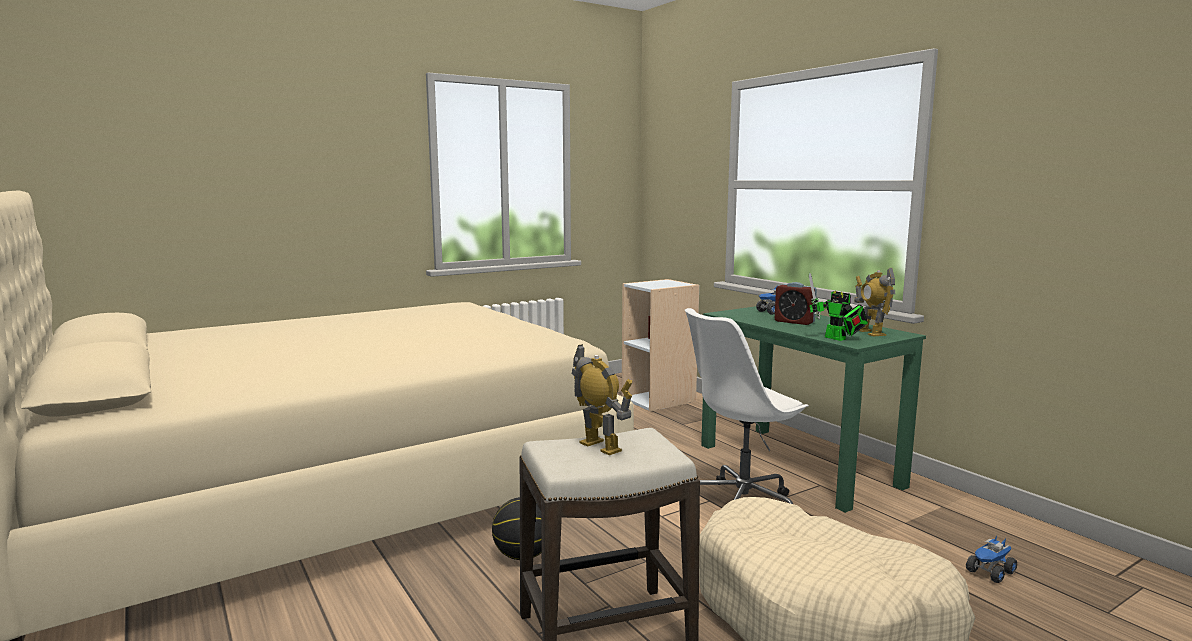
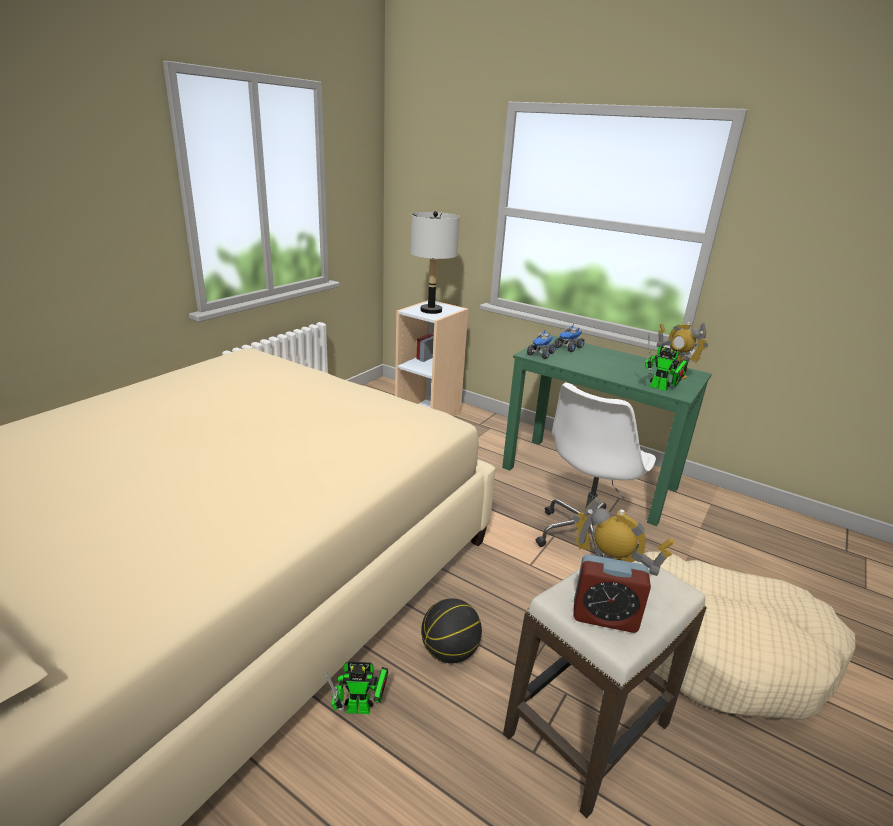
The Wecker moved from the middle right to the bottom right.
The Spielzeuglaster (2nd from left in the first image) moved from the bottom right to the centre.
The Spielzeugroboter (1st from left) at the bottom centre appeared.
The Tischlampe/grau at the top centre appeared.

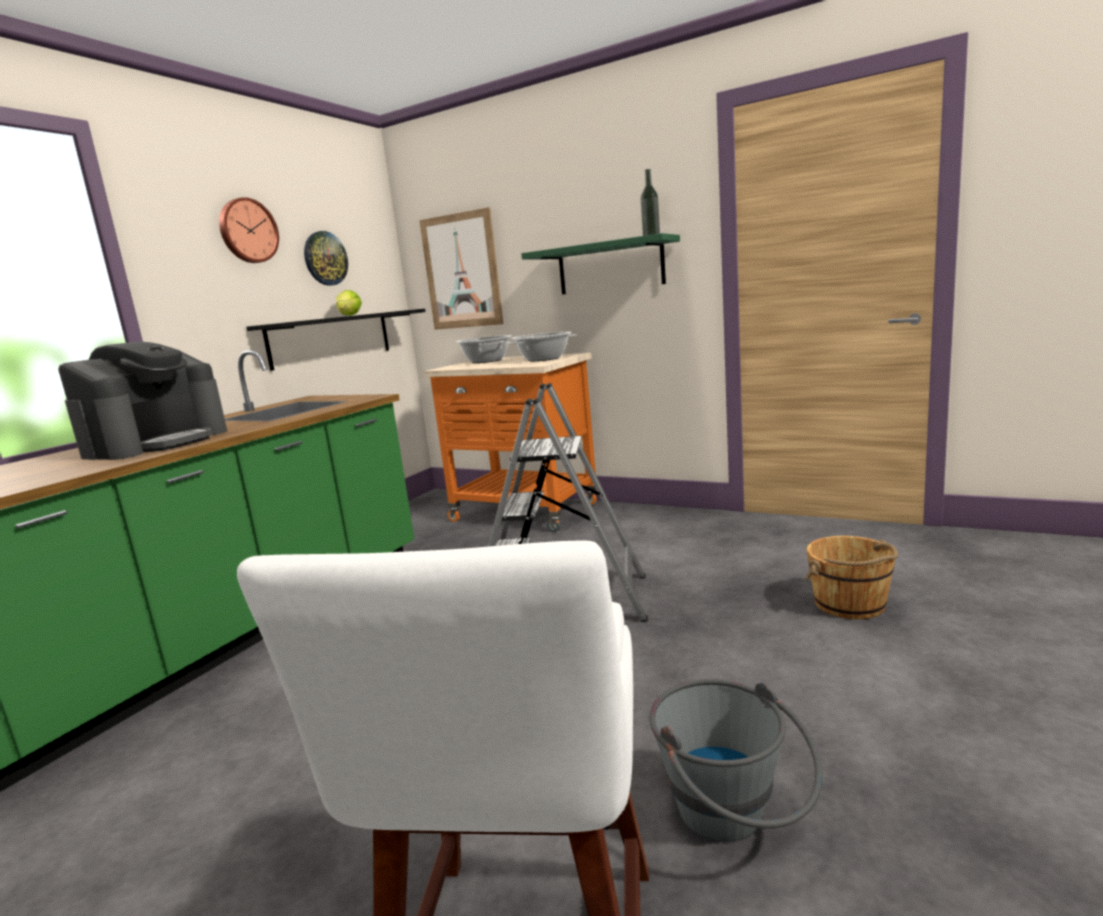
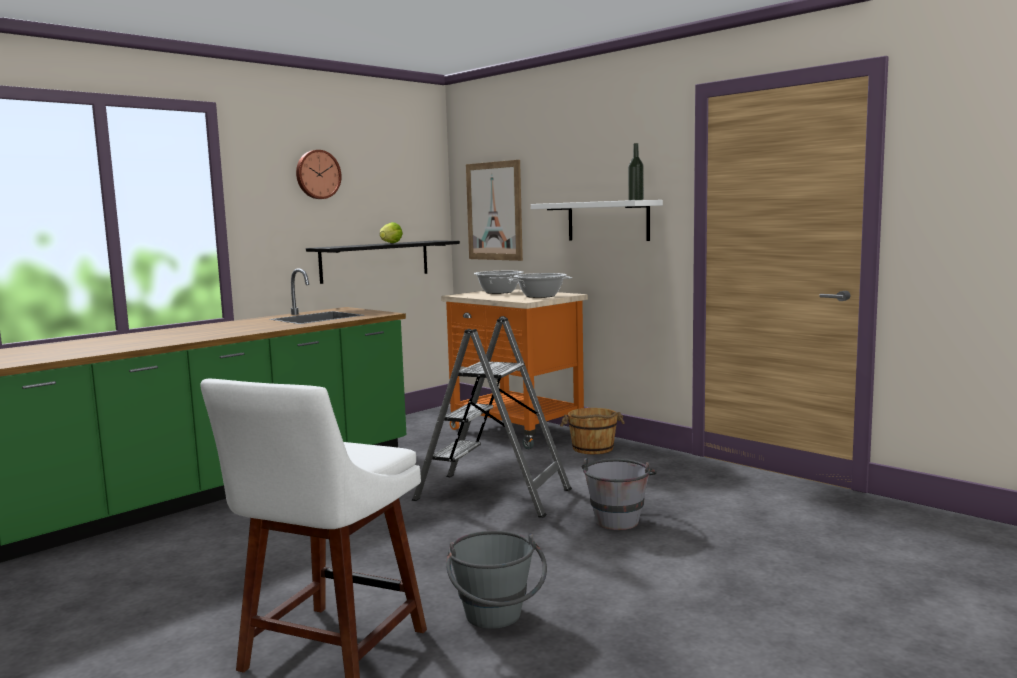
The Kaffeemaschine at the middle left disappeared.
The Wanduhr (2nd from left) at the top left disappeared.
The Wandregal/grün at the top centre became the Wandregal/weiß at the top centre.
The Eimer/braun moved from the middle right to the centre.
The Eimer/grau (2nd from left) at the bottom centre appeared.

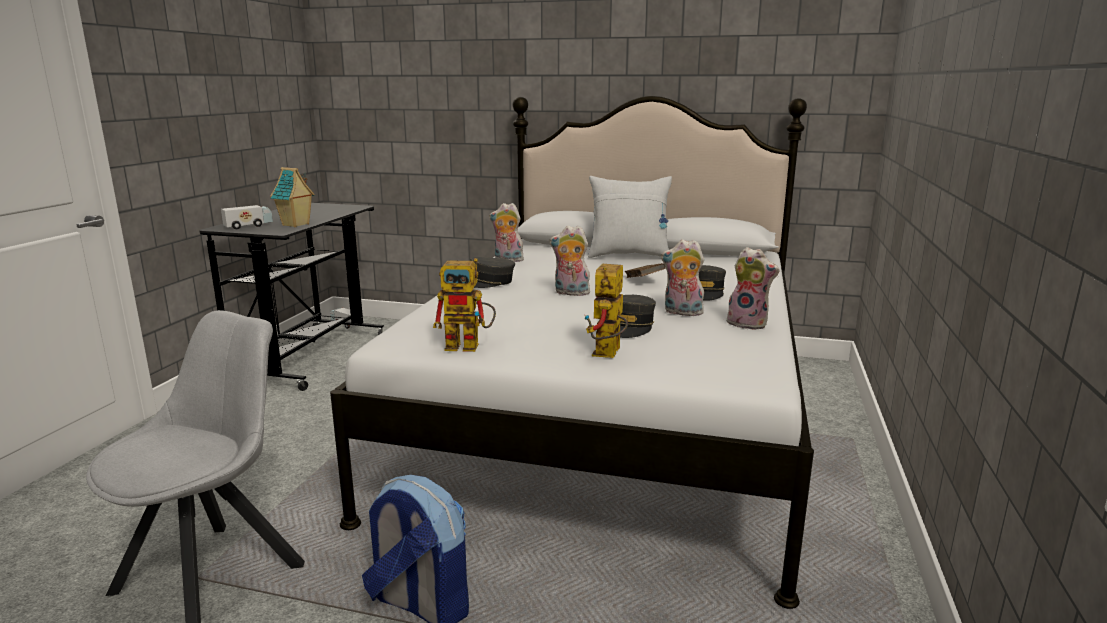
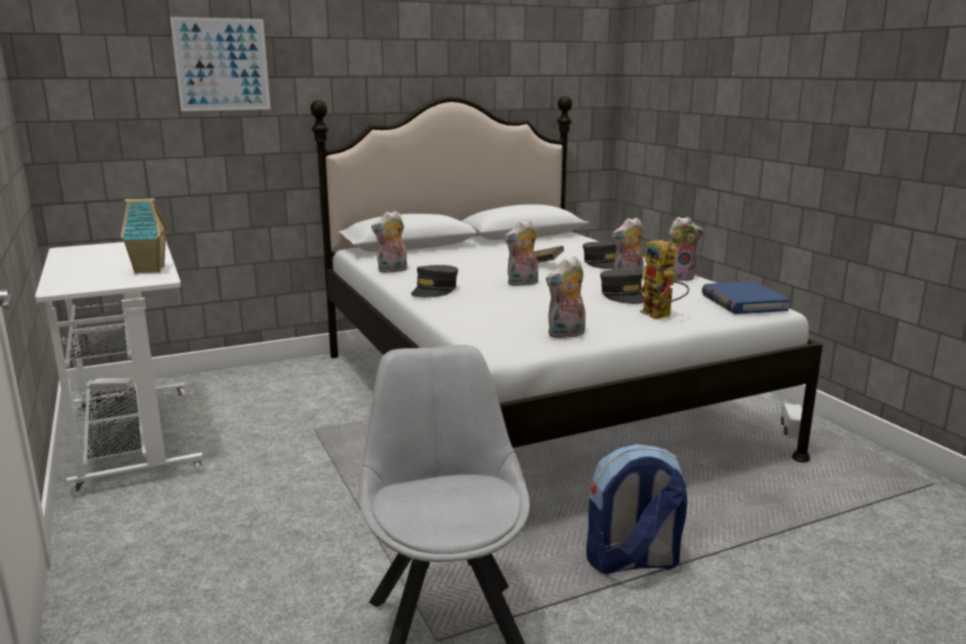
The Schreibtisch/schwarz at the middle left became the Schreibtisch/weiß at the middle left.
The Spielzeuglaster (1st from left in the first image) moved from the middle left to the middle right.
The Spielzeugroboter (1st from left) at the centre was replaced by the Plüschtier (3rd from left) at the centre.
The Kissen/grau at the centre disappeared.
The Bild at the top left appeared.
The Buch/blau at the middle right appeared.

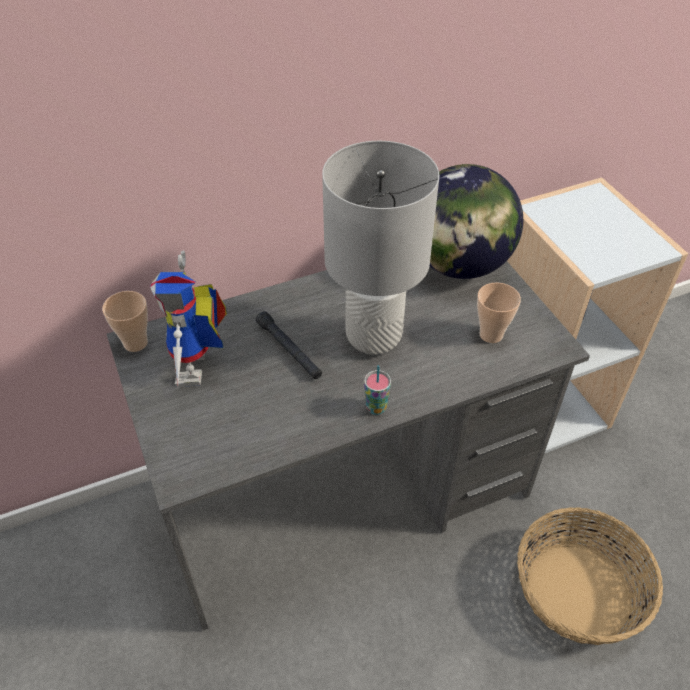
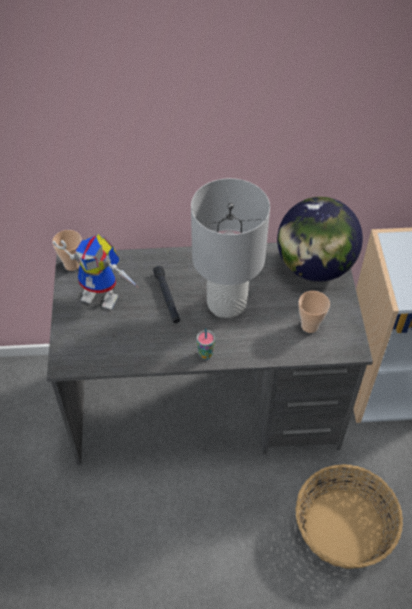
The Spielzeugroboter at the middle left turned 90 degrees counterclockwise.

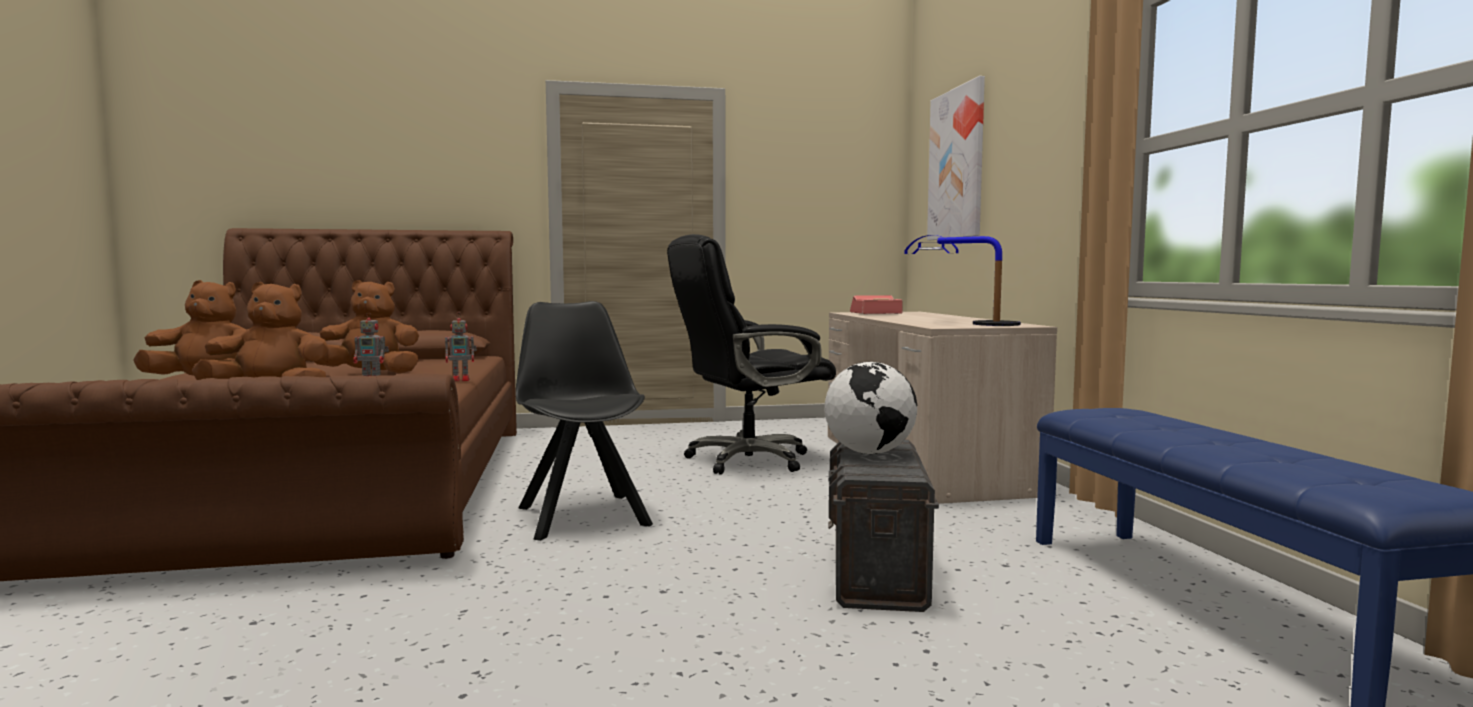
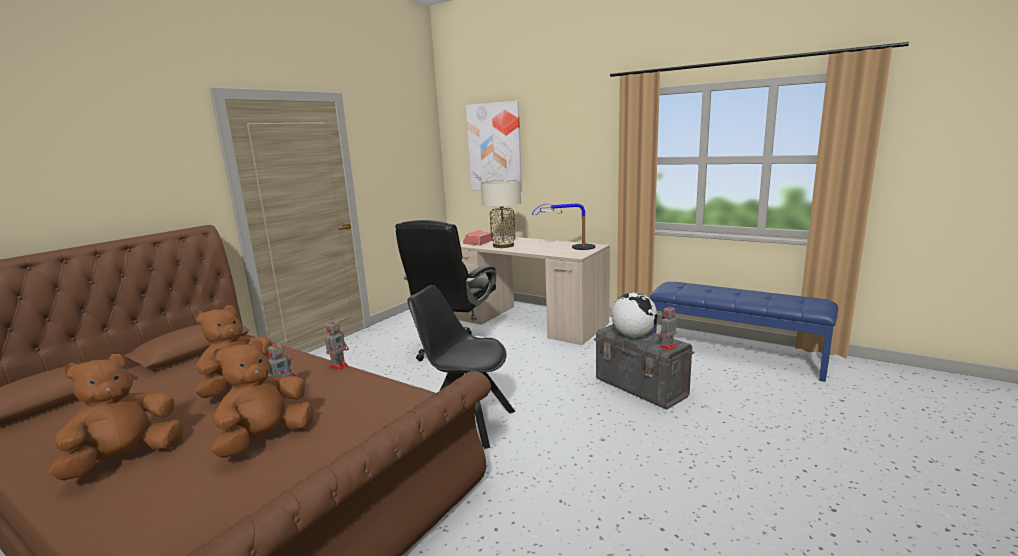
The Tischlampe (1st from left) at the centre appeared.
The Spielzeugroboter (3rd from left) at the centre appeared.

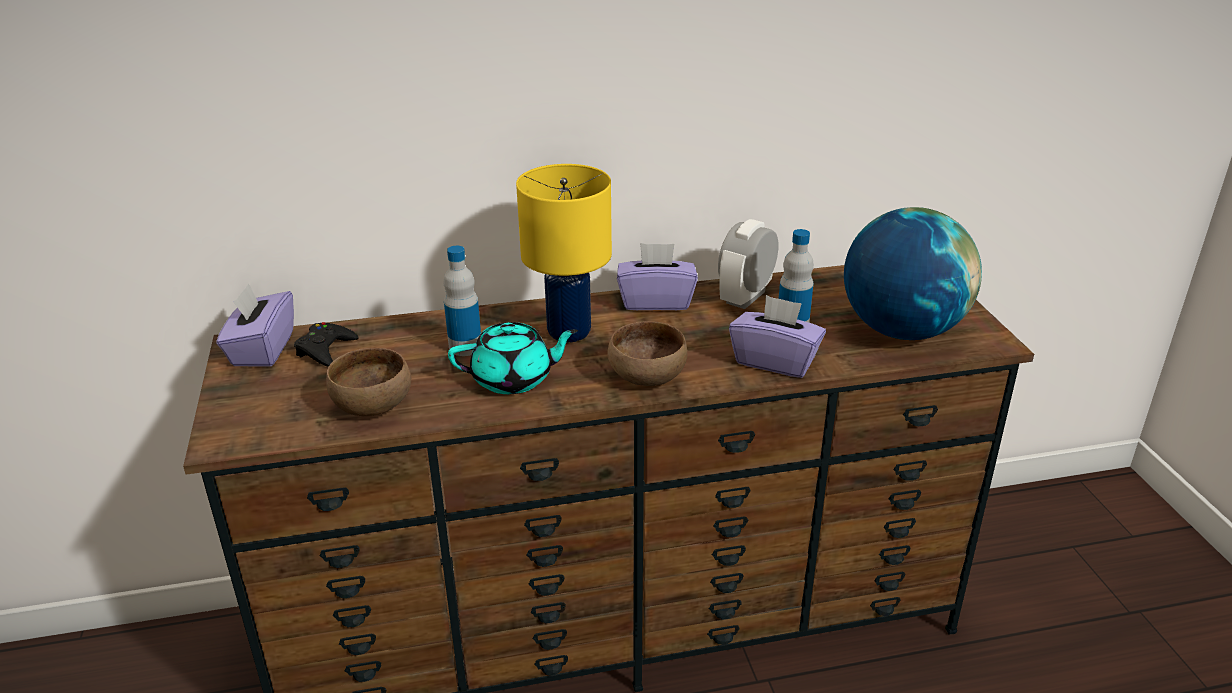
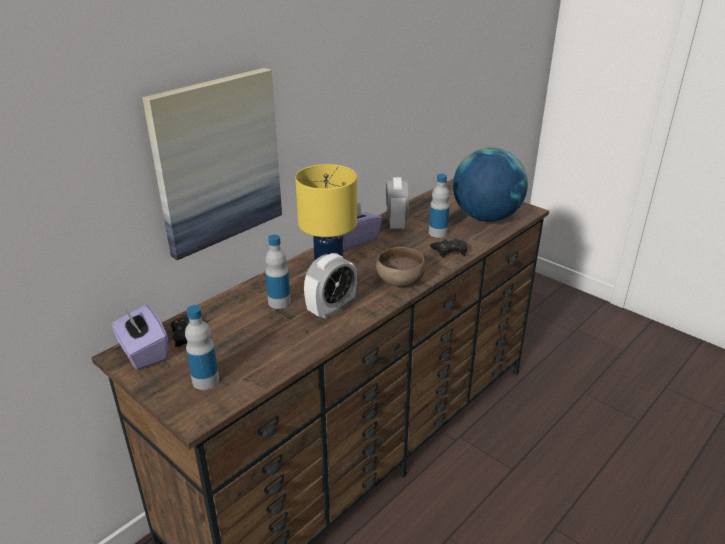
The Schüssel/braun (1st from left) at the middle left disappeared.
The Teekanne/türkis at the centre was replaced by the Wecker (1st from left) at the centre.
The Taschentuchbox/lila (3rd from left) at the centre was replaced by the Gamepad/schwarz (2nd from left) at the centre.
The Bild at the top left appeared.
The Flasche (1st from left) at the middle left appeared.

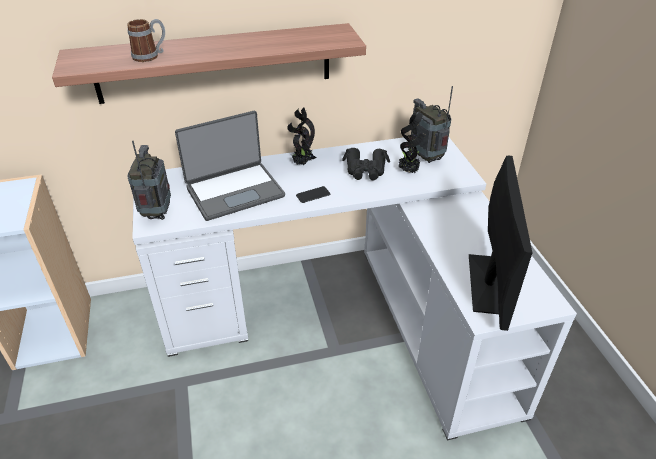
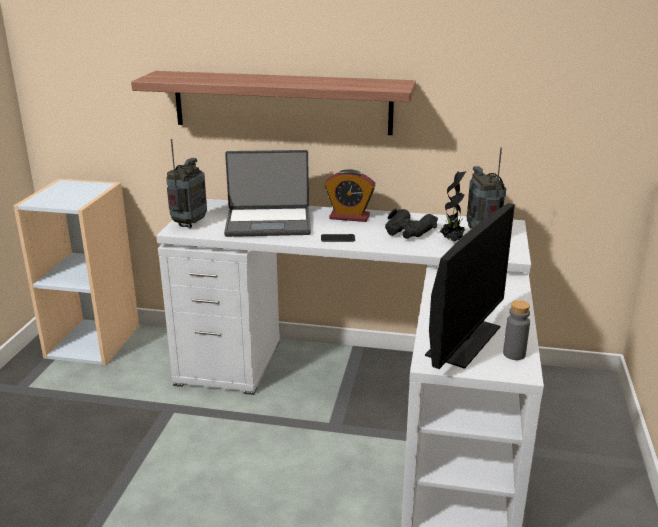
The Henkelbecher at the top left disappeared.
The Topfpflanze (1st from left) at the top centre was replaced by the Wecker at the centre.
The Flasche/grau at the middle right appeared.

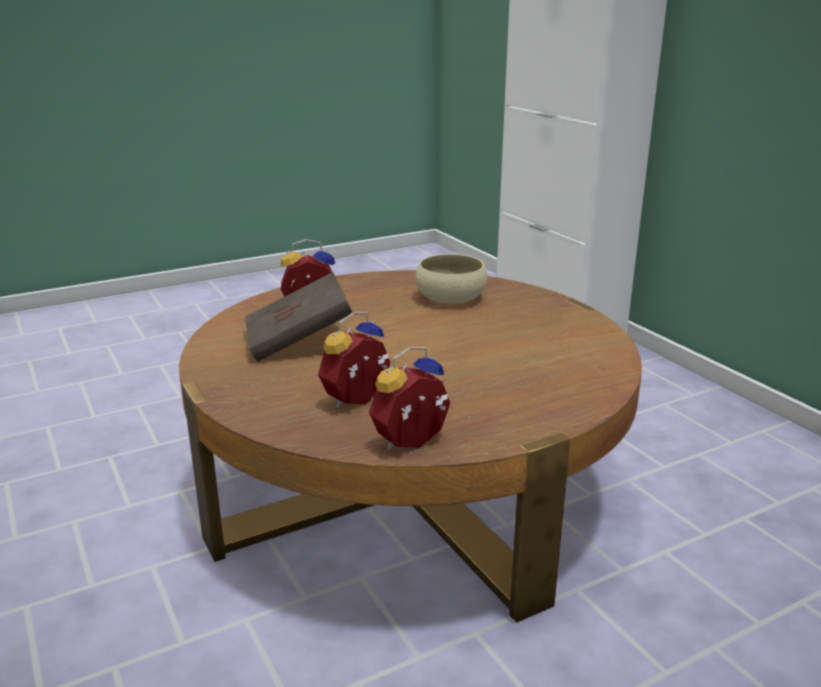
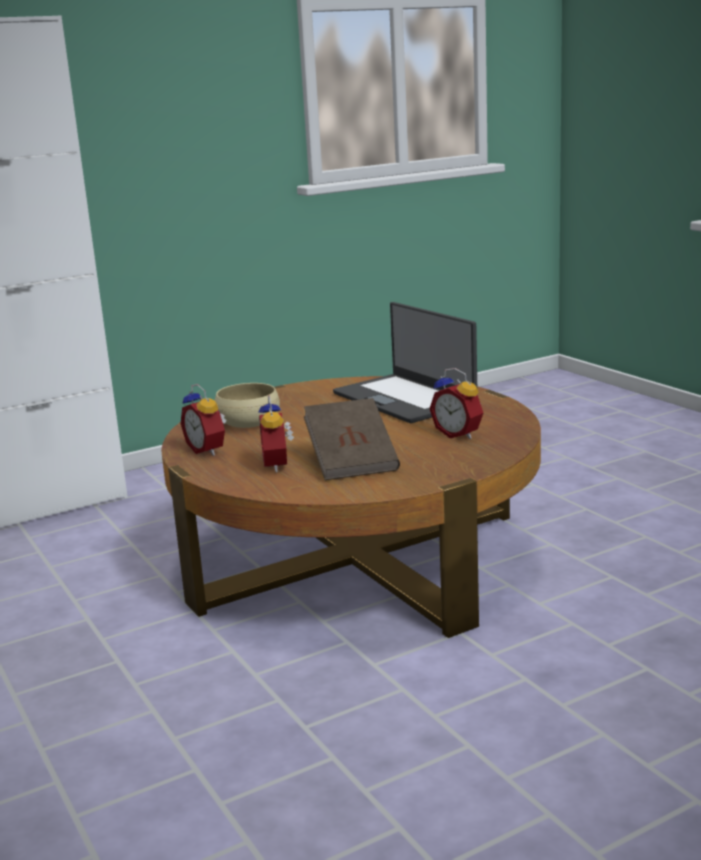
The Wecker (3rd from left in the first image) moved from the centre to the middle left.
The Laptop at the centre appeared.

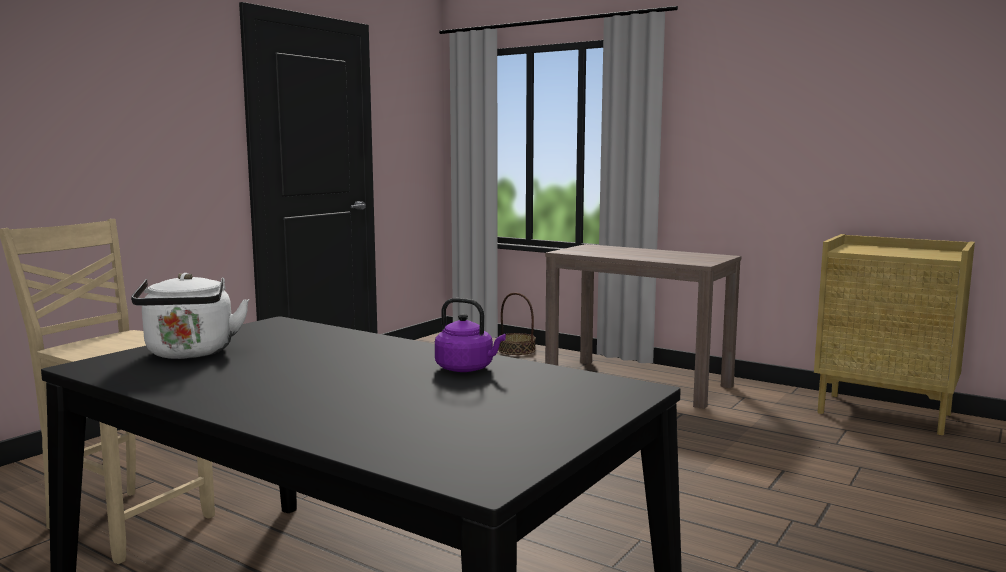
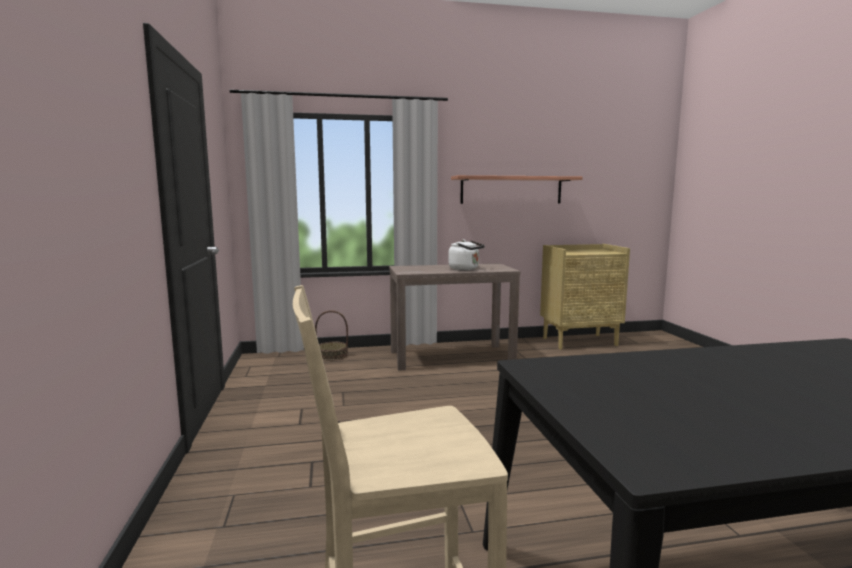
The Wasserkessel/weiß moved from the middle left to the centre.
The Wasserkessel/lila at the centre disappeared.
The Wandregal at the top centre appeared.

